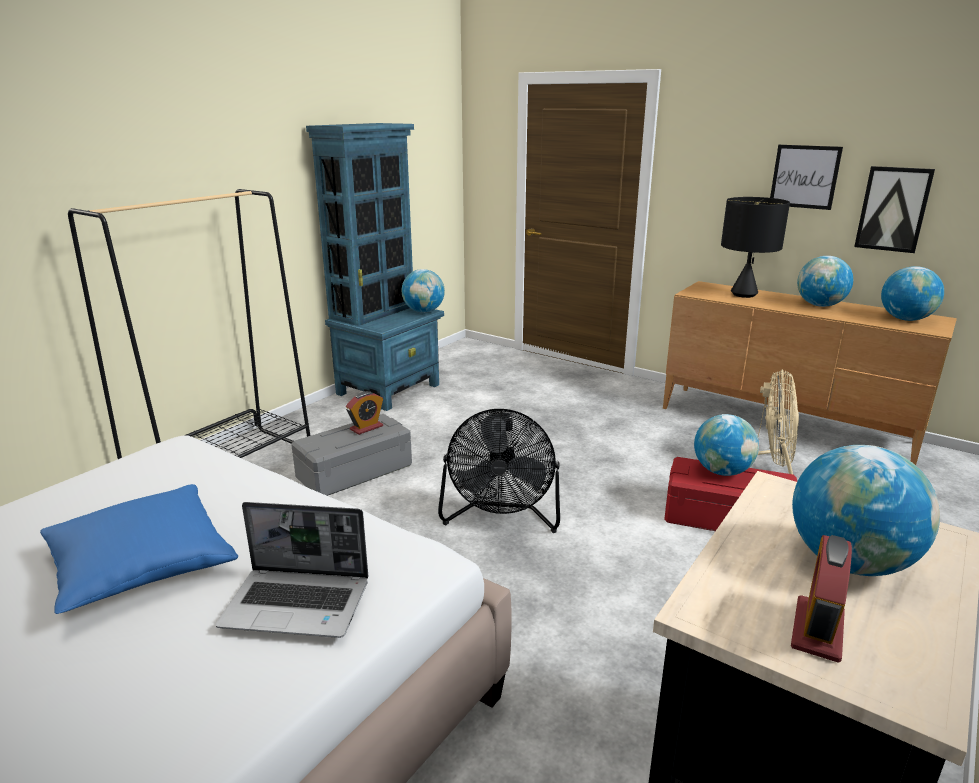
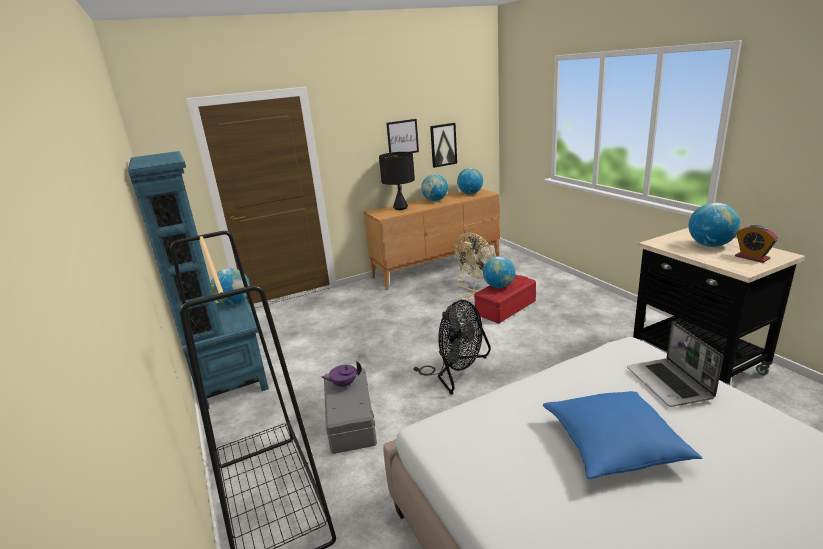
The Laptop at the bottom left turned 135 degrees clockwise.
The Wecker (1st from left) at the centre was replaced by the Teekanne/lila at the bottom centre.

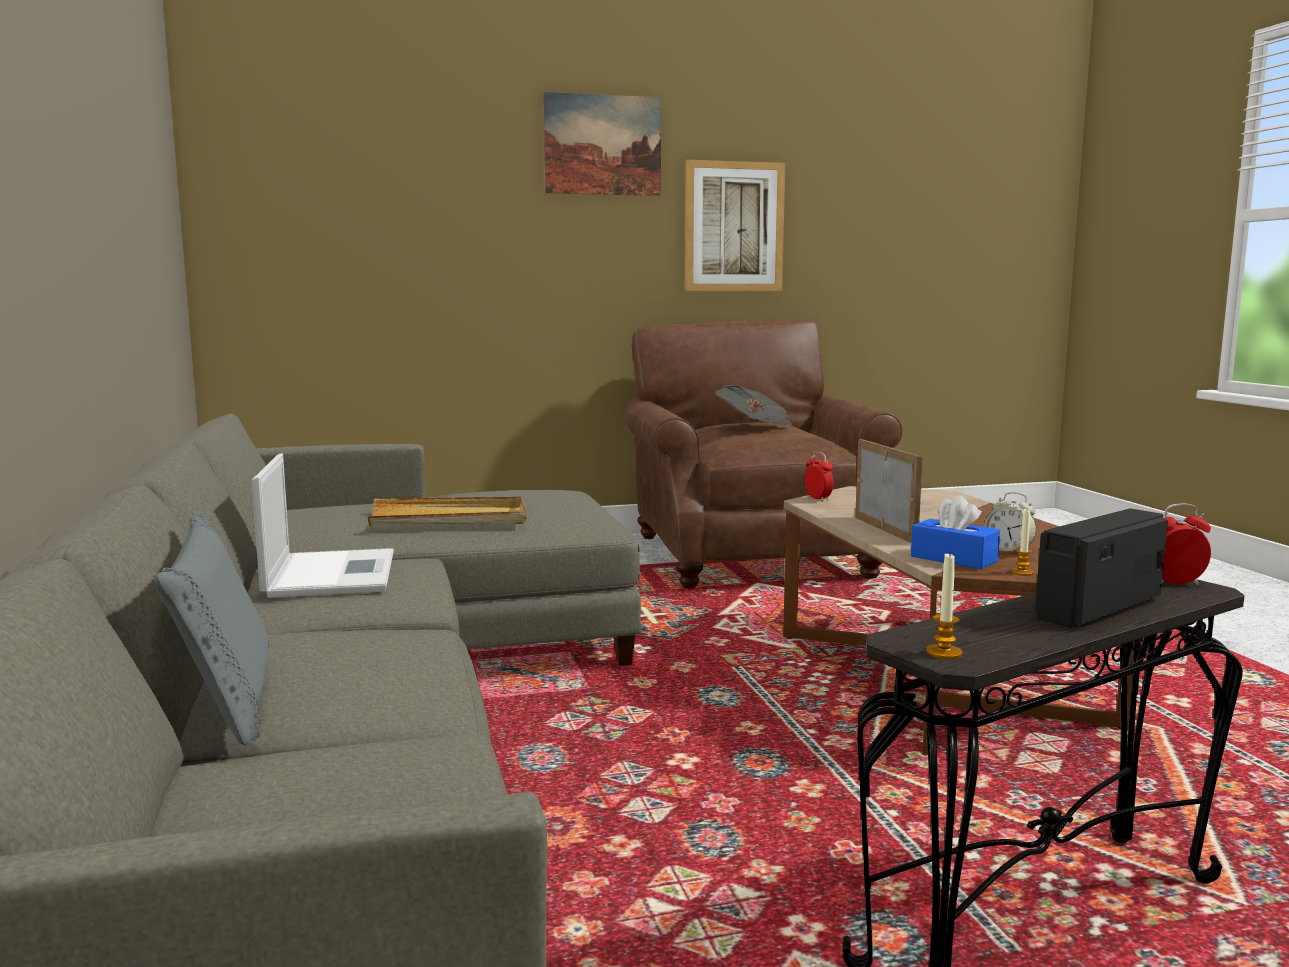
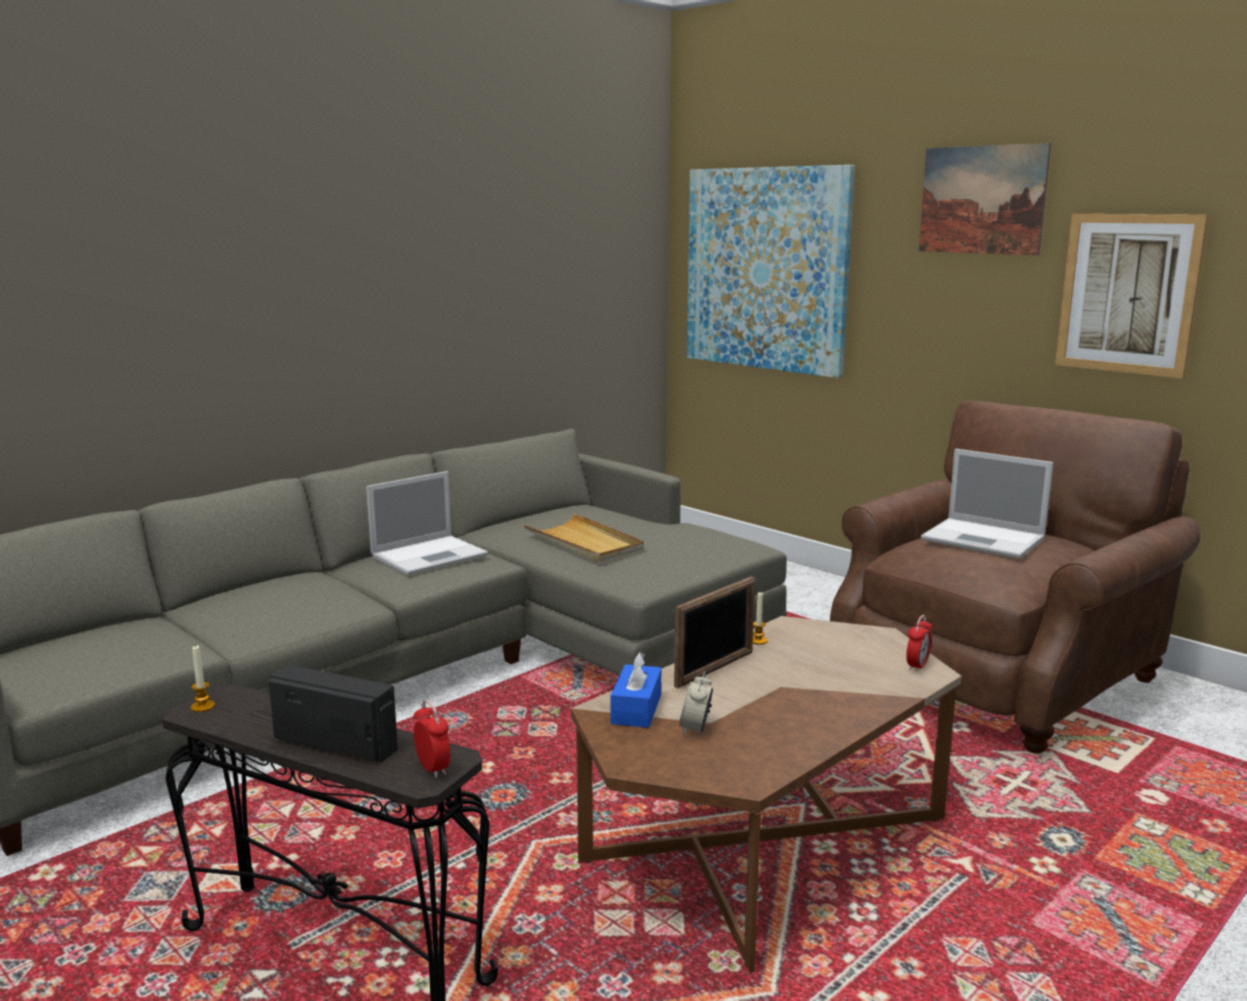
The Kissen/grau at the middle left disappeared.
The Zeitung at the centre was replaced by the Laptop (2nd from left) at the middle right.
The Wecker (1st from left in the first image) moved from the centre to the middle right.
The Kerze (2nd from left) moved from the middle right to the centre.
The Bild (1st from left) at the top centre appeared.

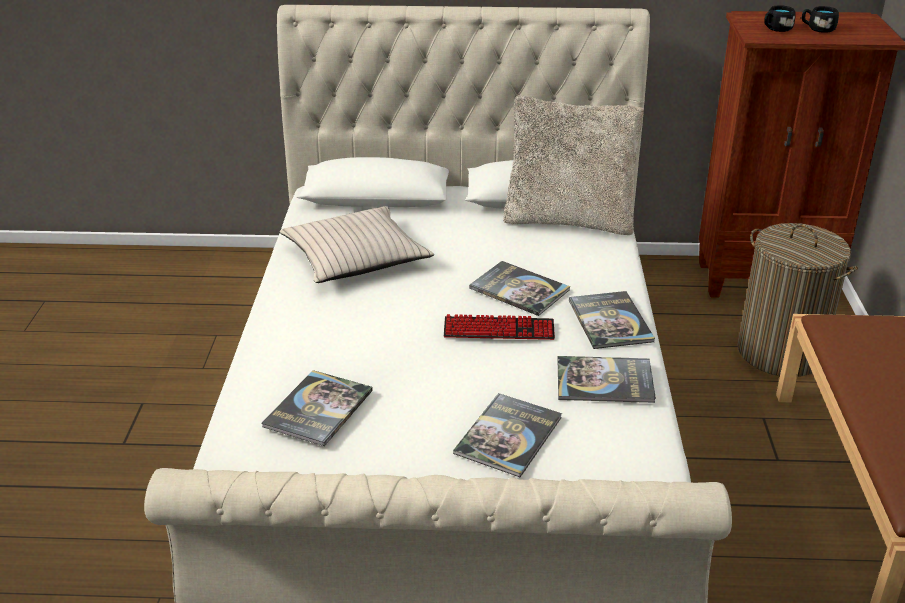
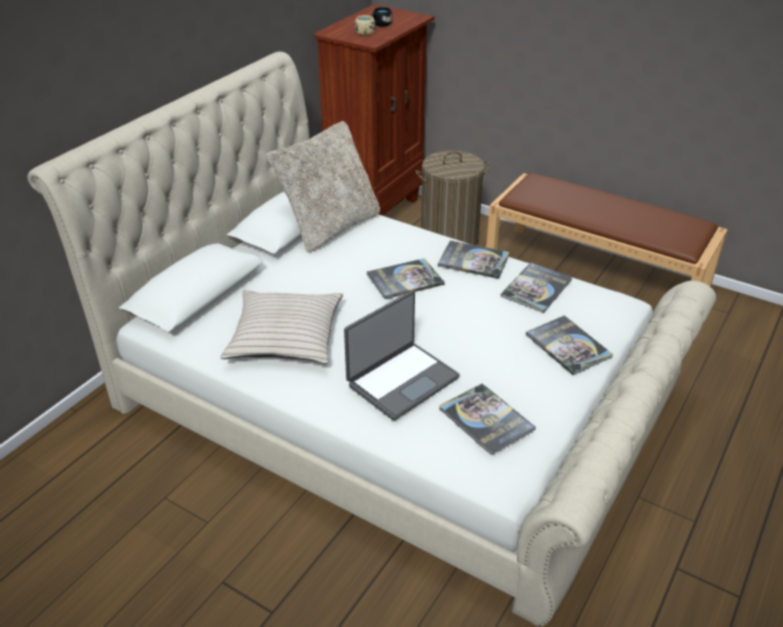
The Tastatur at the centre disappeared.
The Henkelbecher/schwarz (1st from left) at the top right became the Henkelbecher/beige at the top centre.
The Laptop at the centre appeared.

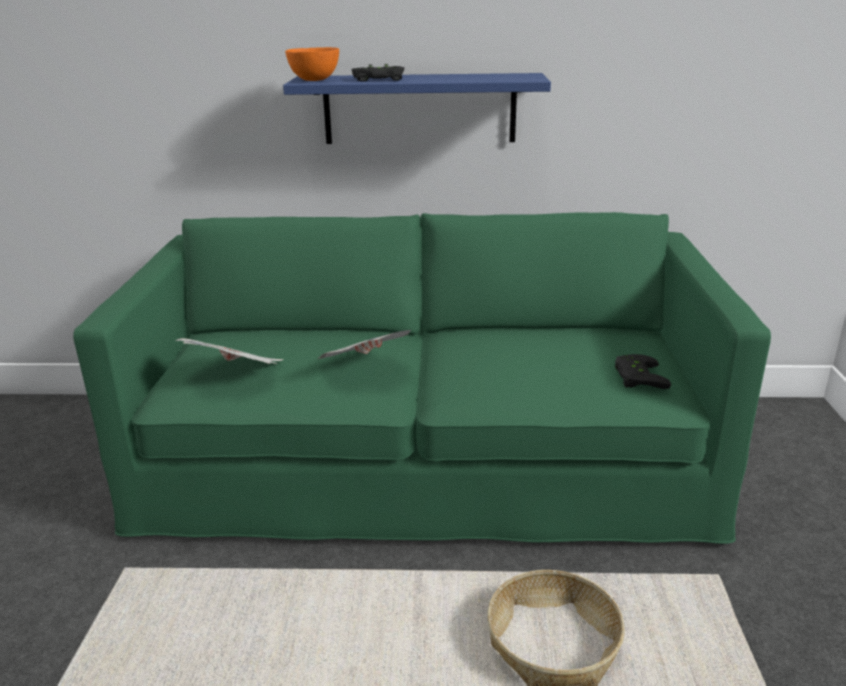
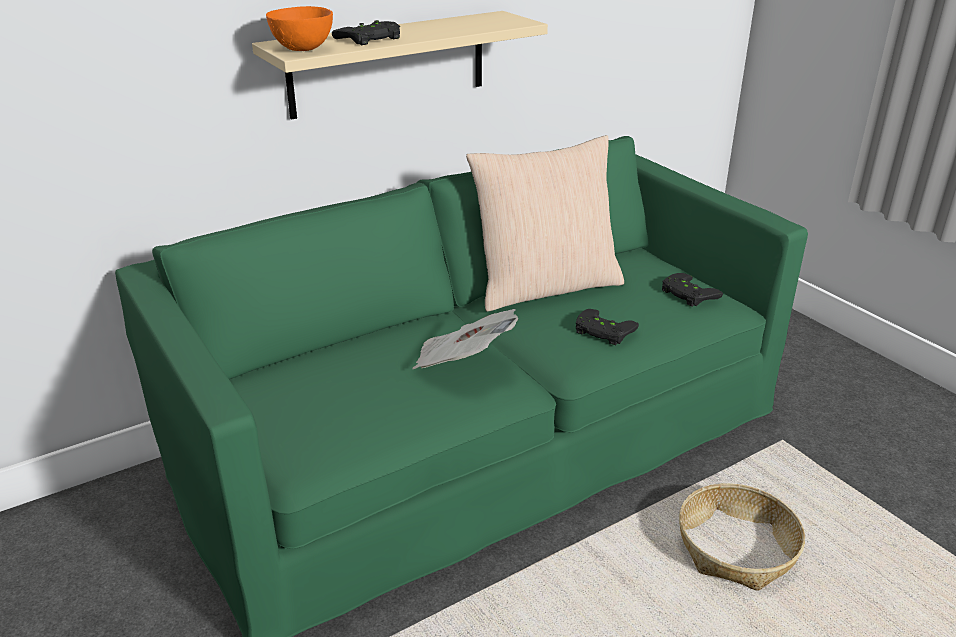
The Zeitung (1st from left) at the middle left disappeared.
The Wandregal/blau at the top centre became the Wandregal/beige at the top centre.
The Kissen/beige at the centre appeared.
The Gamepad/schwarz (2nd from left) at the centre appeared.

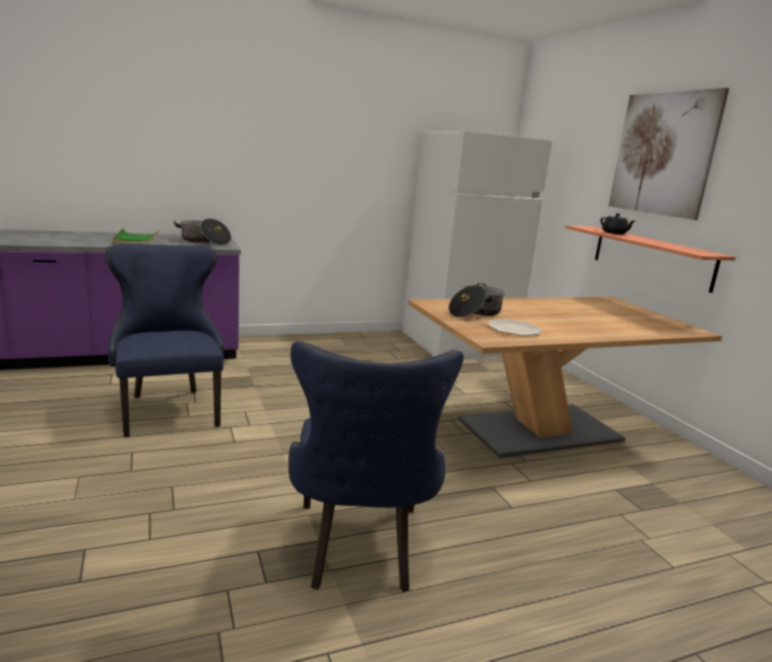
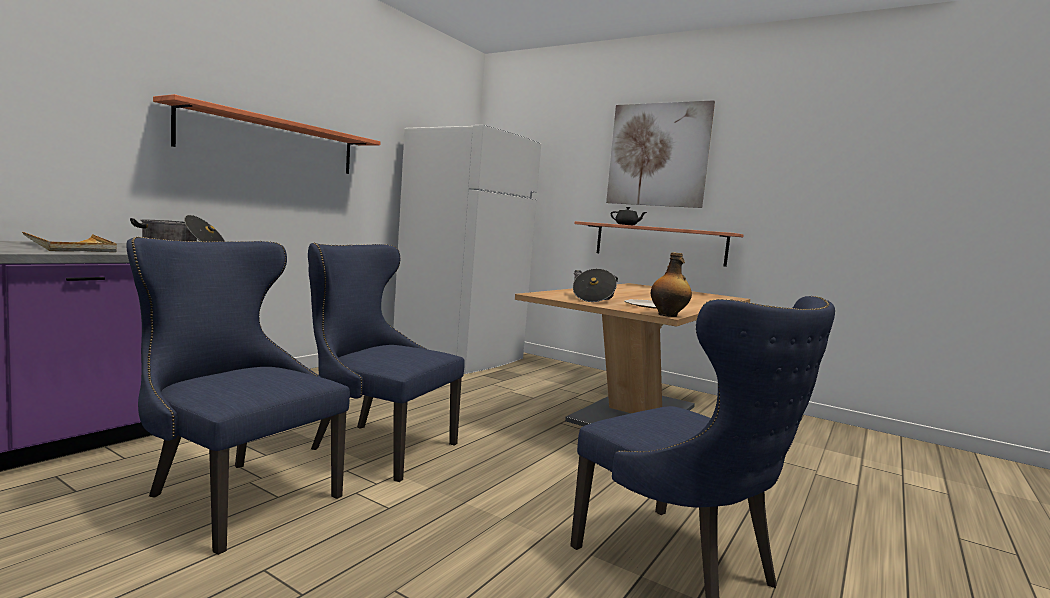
The Tablett/grün at the middle left became the Tablett/beige at the middle left.
The Wandregal (1st from left) at the top left appeared.
The Stuhl/blau (2nd from left) at the centre appeared.
The Flasche at the centre appeared.

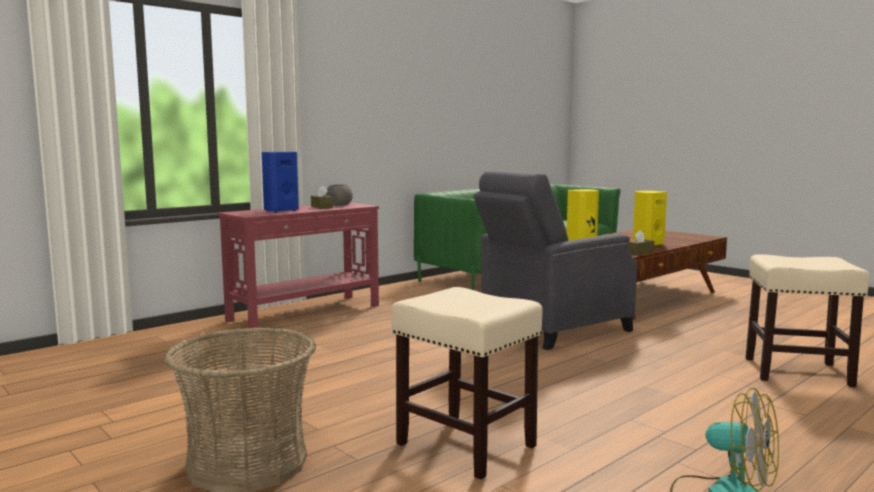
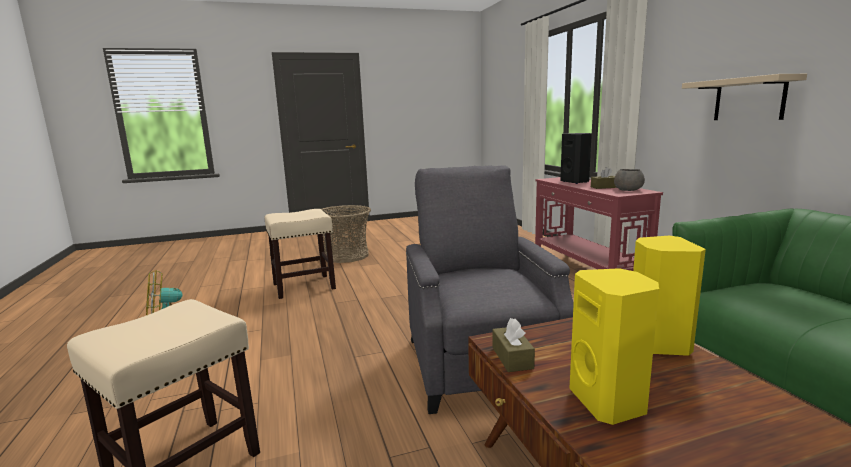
The Lautsprecher/blau at the middle left became the Lautsprecher/schwarz at the middle right.
The Wandregal/beige at the top right appeared.

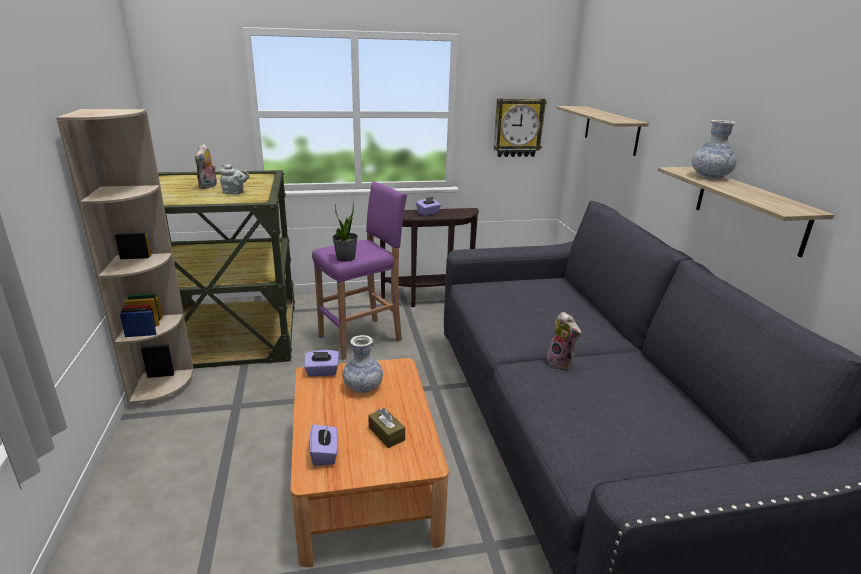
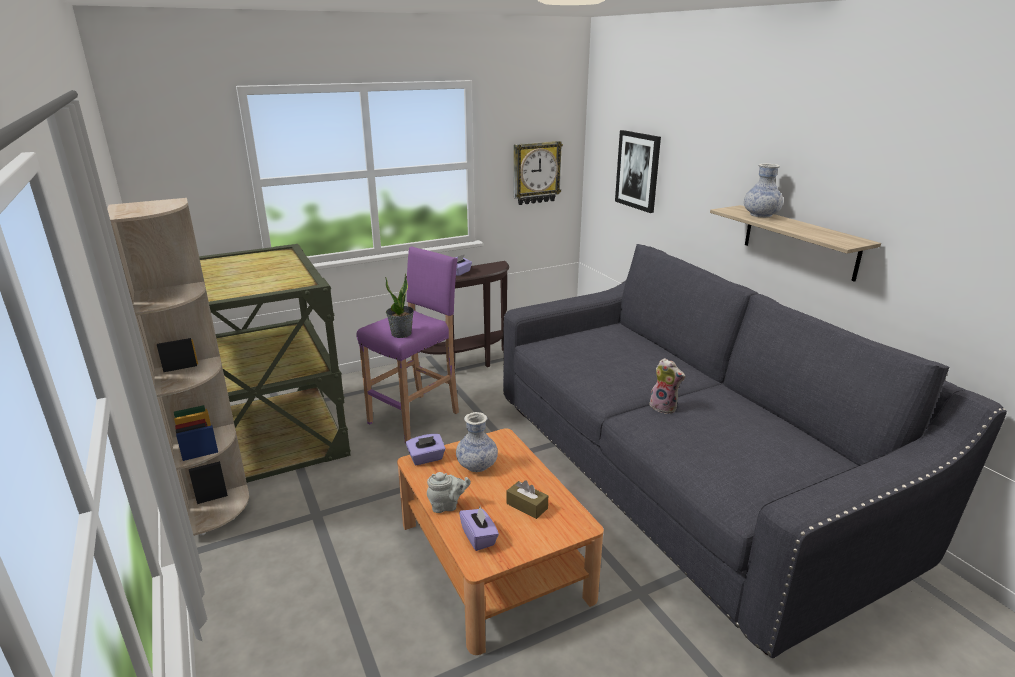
The Plüschtier (1st from left) at the top left disappeared.
The Teekanne/grau moved from the top left to the bottom centre.
The Wandregal (1st from left) at the top right was replaced by the Bild at the top centre.

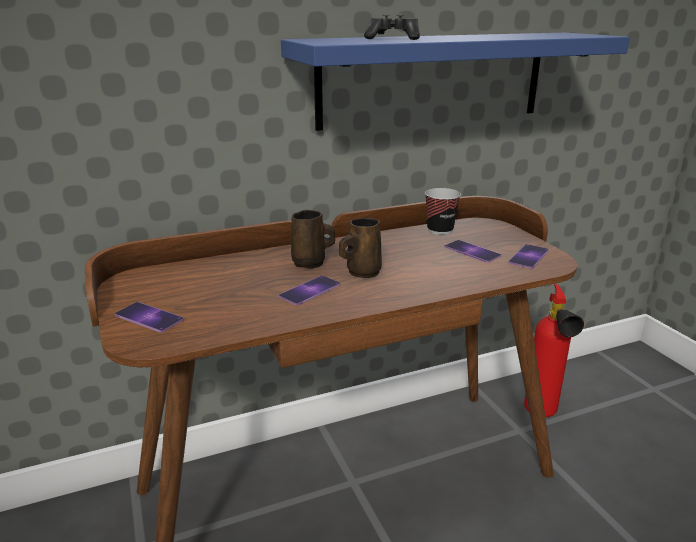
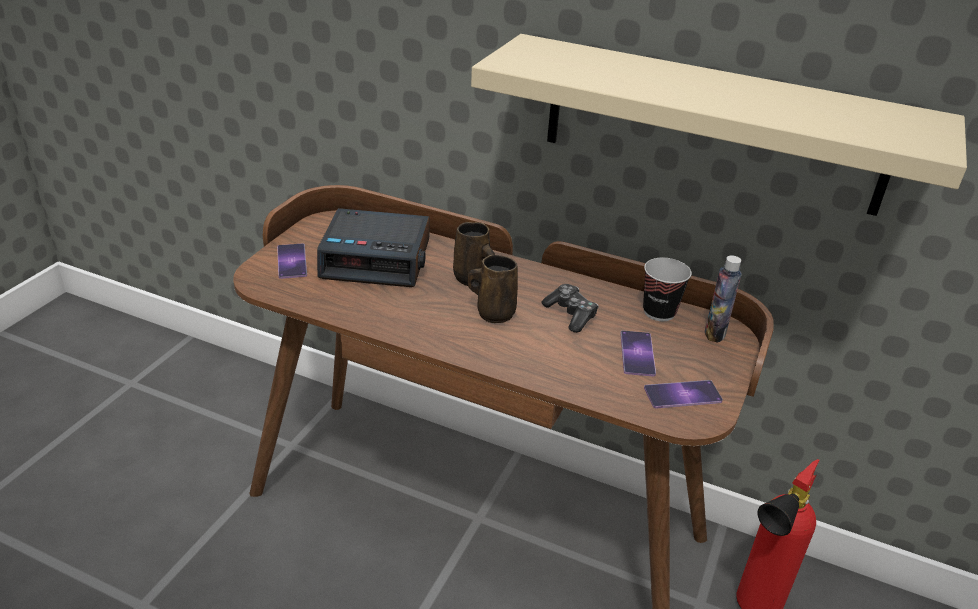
The Handy (2nd from left) at the centre disappeared.
The Wandregal/blau at the top centre became the Wandregal/beige at the top right.
The Gamepad moved from the top centre to the centre.
The Wecker at the centre appeared.
The Flasche at the middle right appeared.

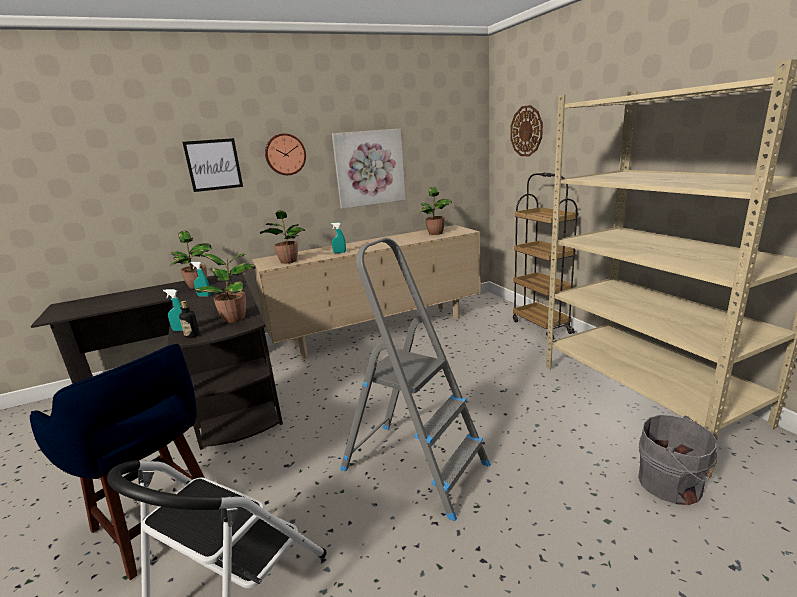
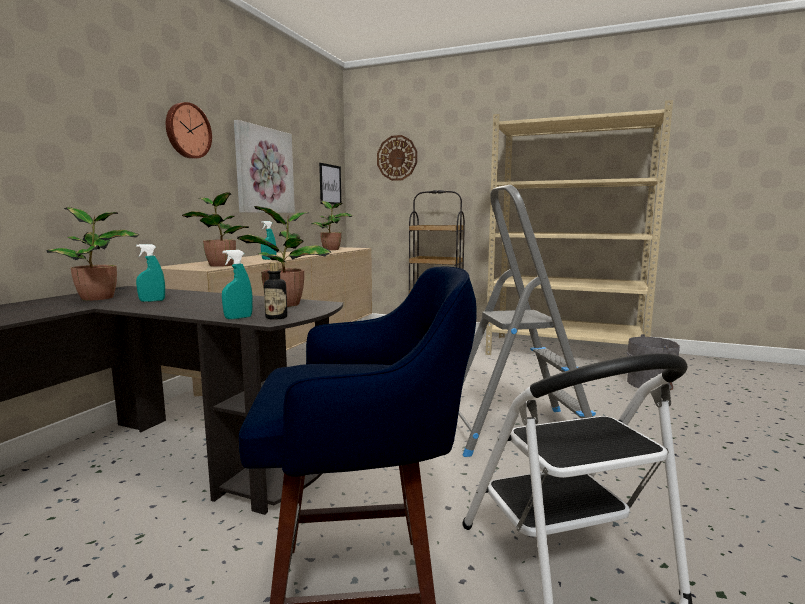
The Bild (1st from left in the first image) moved from the top left to the top centre.

